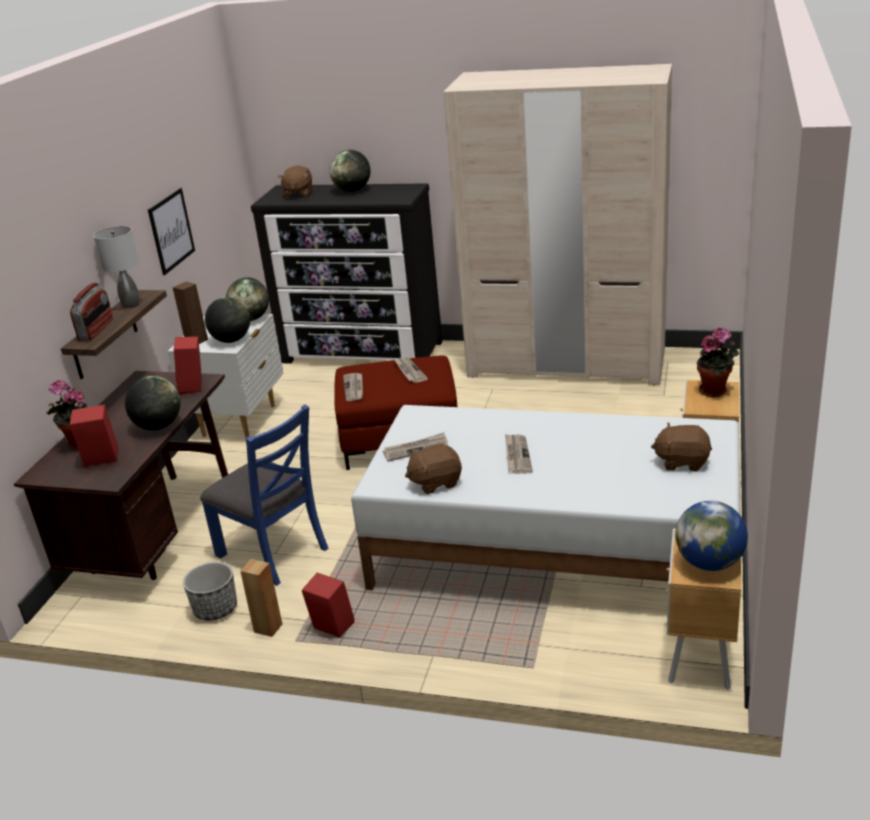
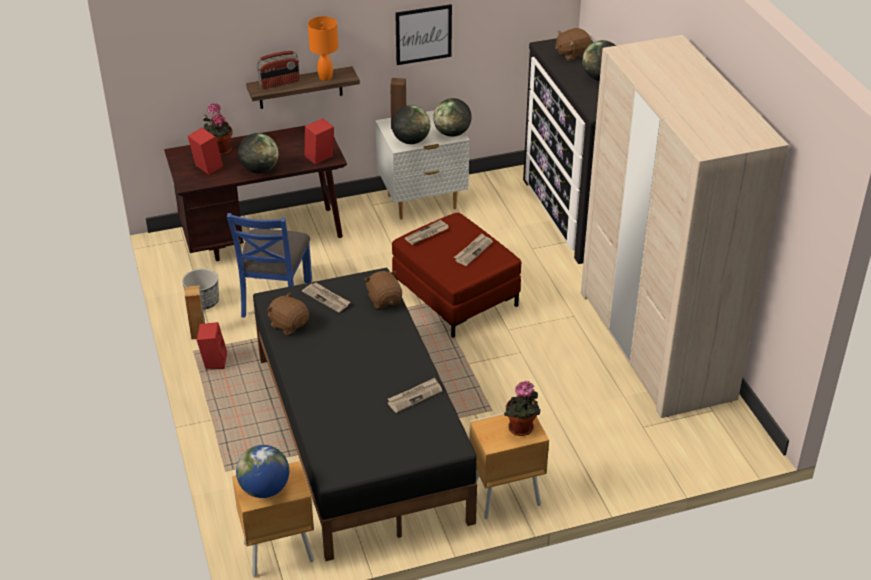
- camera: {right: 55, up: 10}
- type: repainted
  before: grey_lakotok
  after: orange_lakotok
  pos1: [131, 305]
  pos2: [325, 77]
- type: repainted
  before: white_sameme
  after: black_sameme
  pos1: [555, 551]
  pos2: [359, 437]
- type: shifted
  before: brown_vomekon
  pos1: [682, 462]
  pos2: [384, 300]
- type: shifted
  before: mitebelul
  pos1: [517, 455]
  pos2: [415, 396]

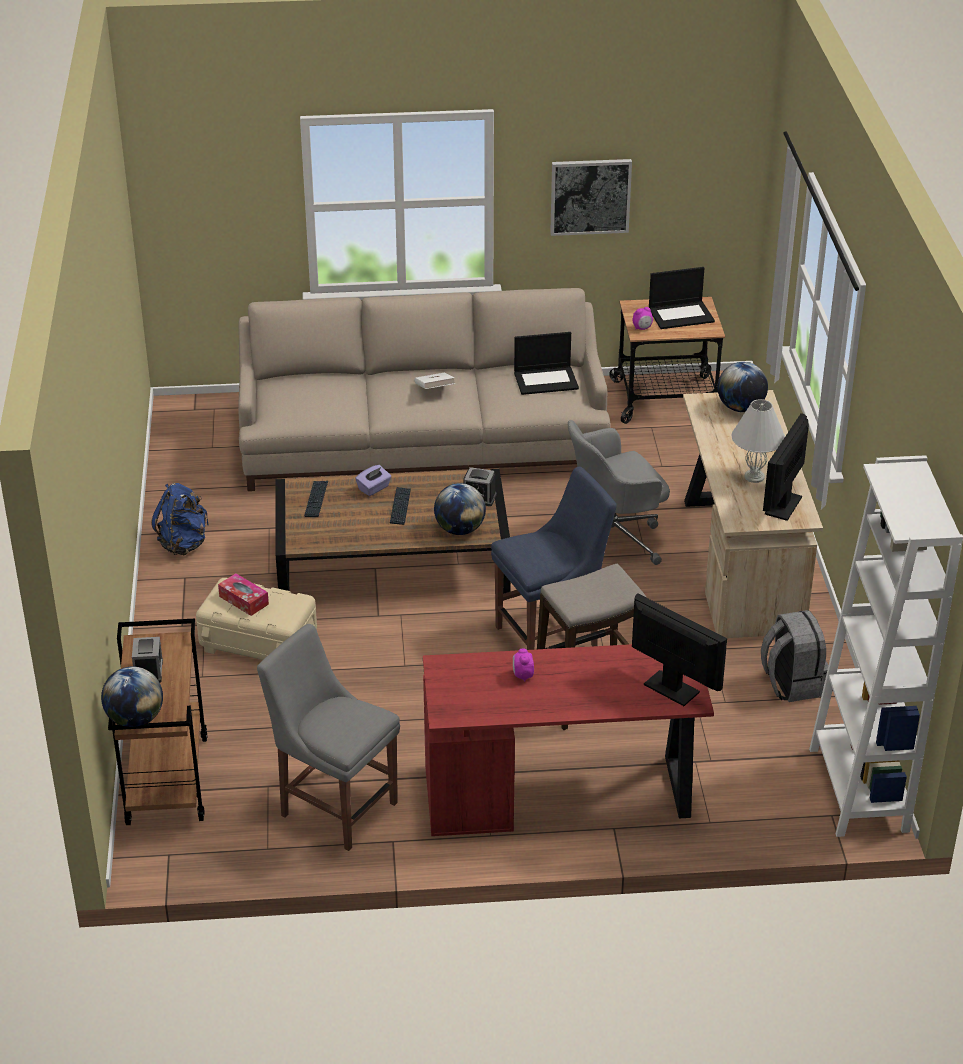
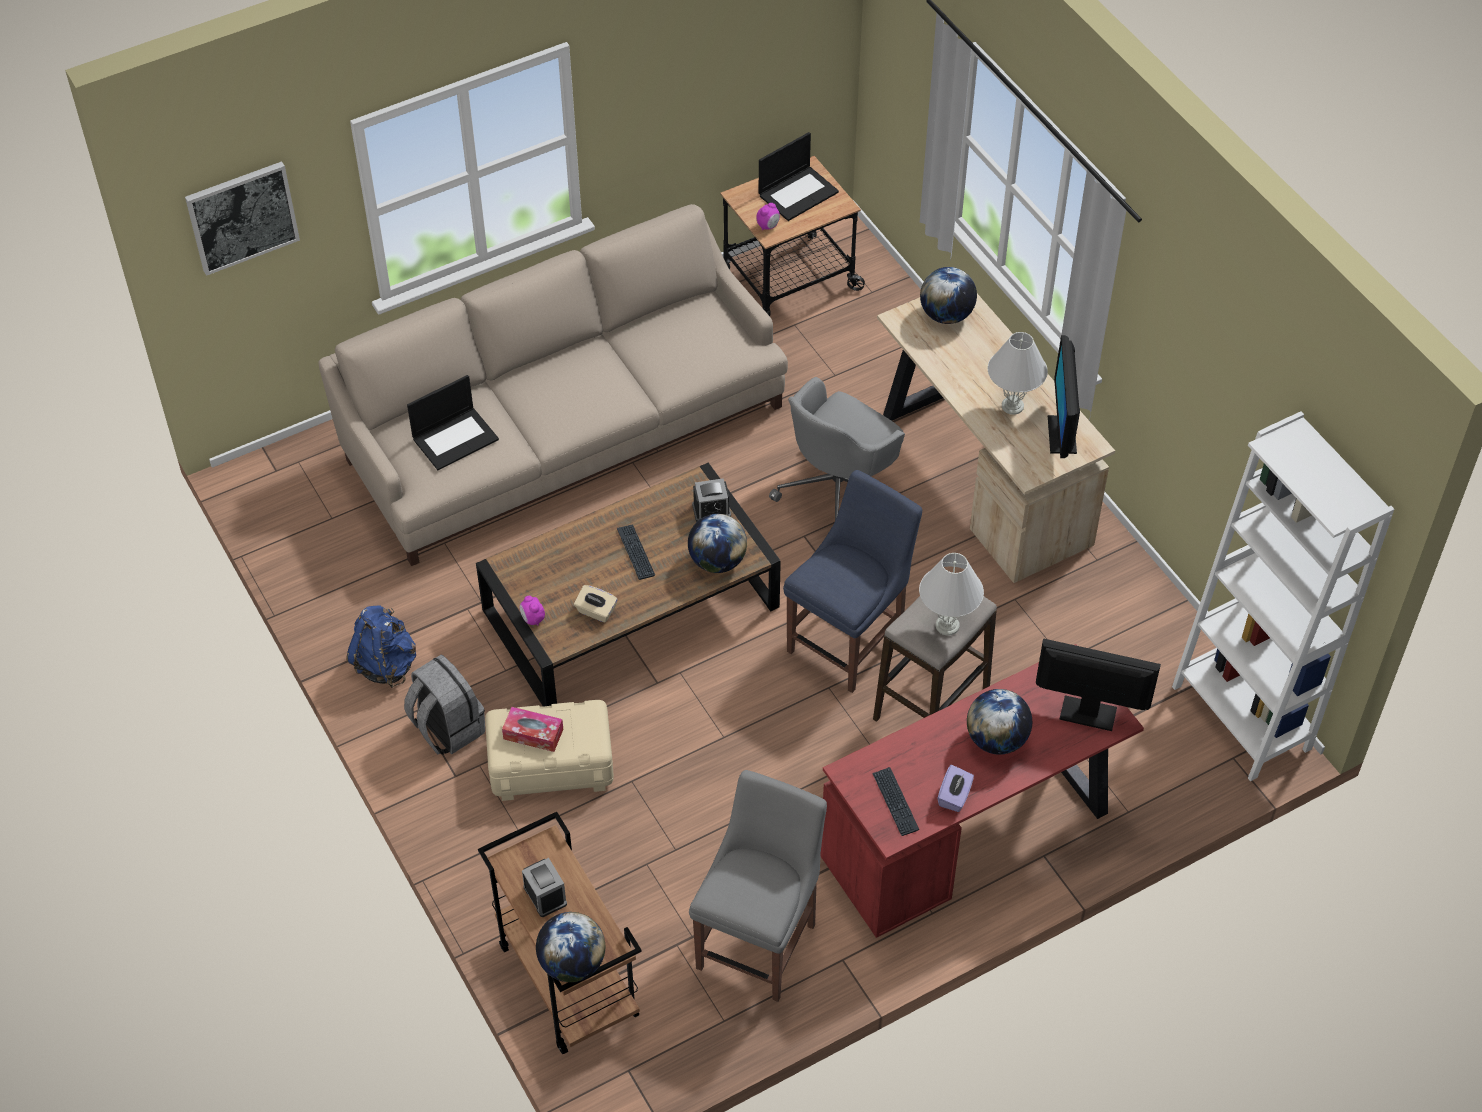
- camera: {right: -25, up: 15}
- type: shifted
  before: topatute
  pos1: [590, 196]
  pos2: [242, 216]
- type: shifted
  before: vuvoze
  pos1: [546, 380]
  pos2: [455, 438]
- type: gone
  before: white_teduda
  pos1: [434, 390]
- type: shifted
  before: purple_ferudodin
  pos1: [374, 488]
  pos2: [954, 796]
- type: shifted
  before: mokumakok
  pos1: [316, 499]
  pos2: [895, 802]
- type: shifted
  before: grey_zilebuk
  pos1: [791, 683]
  pos2: [447, 728]
- type: rotated
  before: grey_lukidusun
  pos1: [335, 806]
  pos2: [759, 941]
  turn: 105
- type: shifted
  before: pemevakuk
  pos1: [522, 675]
  pos2: [532, 619]
- type: new
  after: white_lakotok
  pos2: [947, 626]
- type: new
  after: beige_ferudodin
  pos2: [596, 611]
- type: new
  after: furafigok
  pos2: [996, 739]

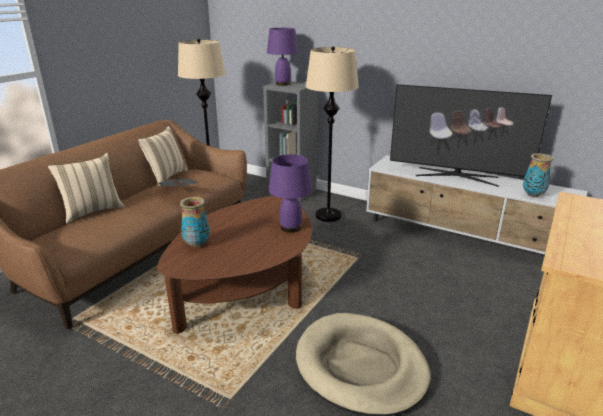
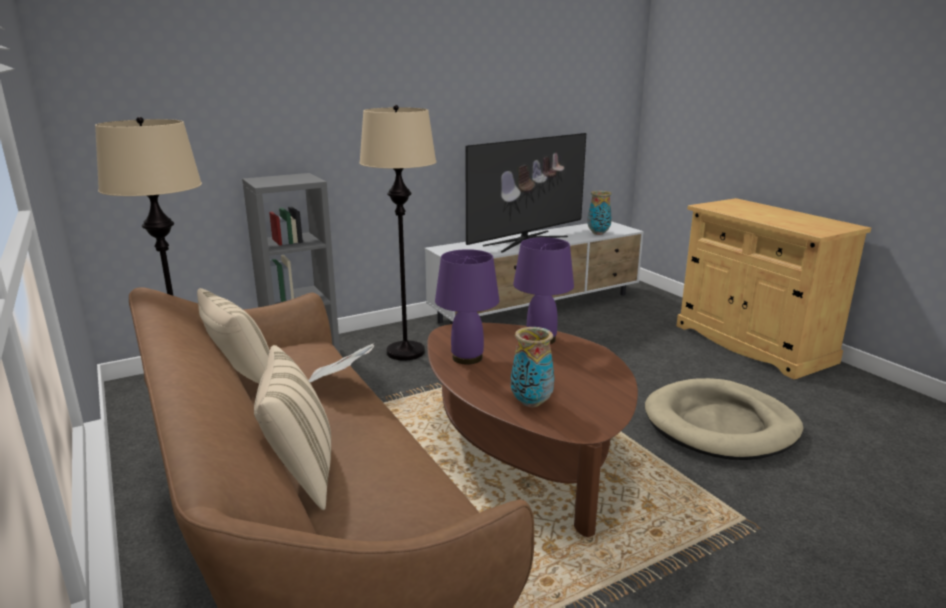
- camera: {right: -60, up: -5}
- type: shifted
  before: purple_lakotok
  pos1: [283, 84]
  pos2: [466, 357]

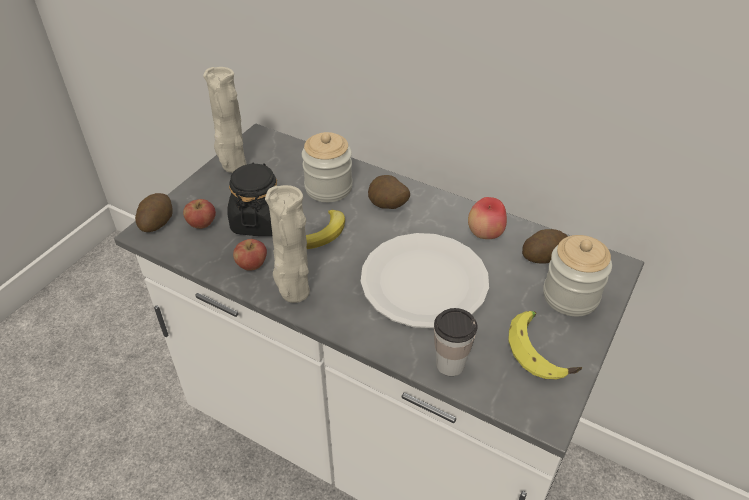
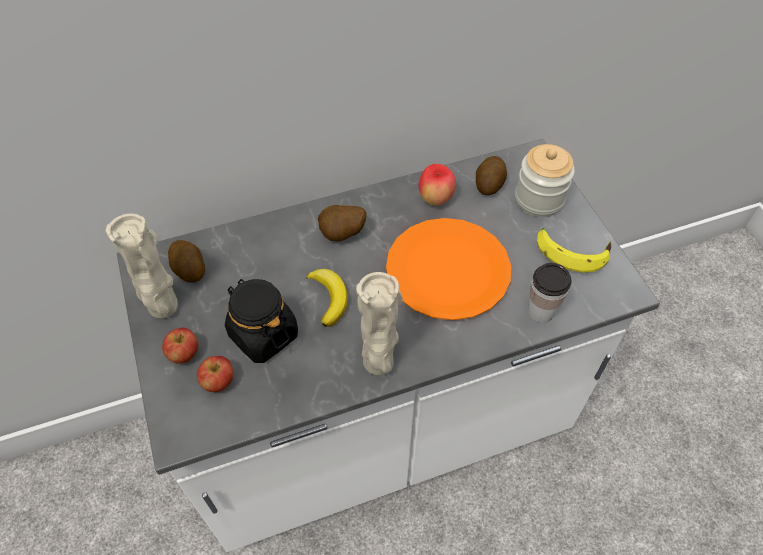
- camera: {right: -50, up: 10}
- type: gone
  before: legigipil
  pos1: [328, 188]
- type: shifted
  before: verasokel
  pos1: [157, 222]
  pos2: [189, 269]
- type: repainted
  before: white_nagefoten
  after: orange_nagefoten
  pos1: [424, 282]
  pos2: [448, 270]
- type: shifted
  before: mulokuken
  pos1: [252, 265]
  pos2: [184, 354]

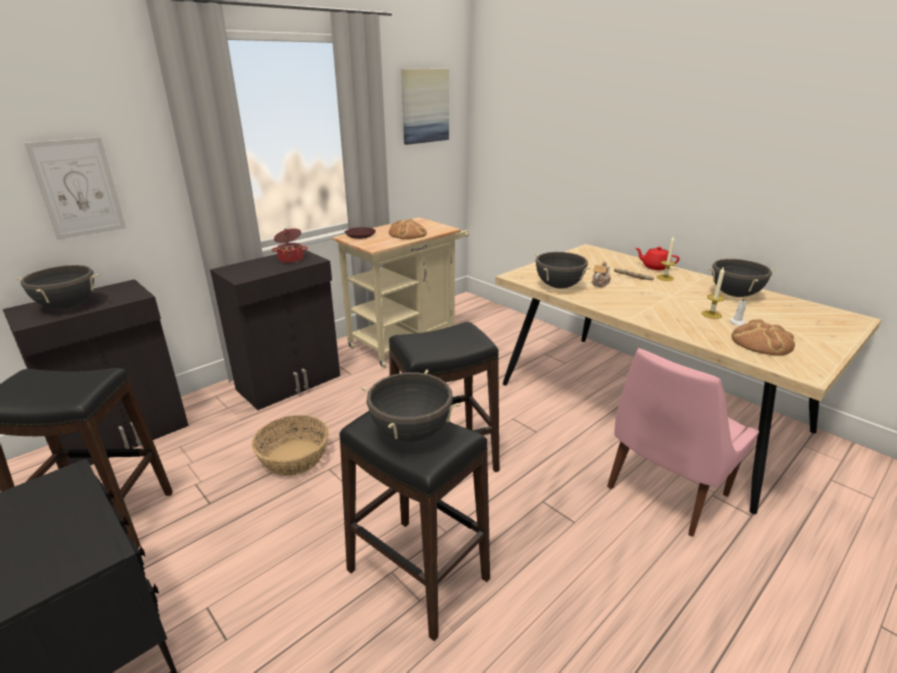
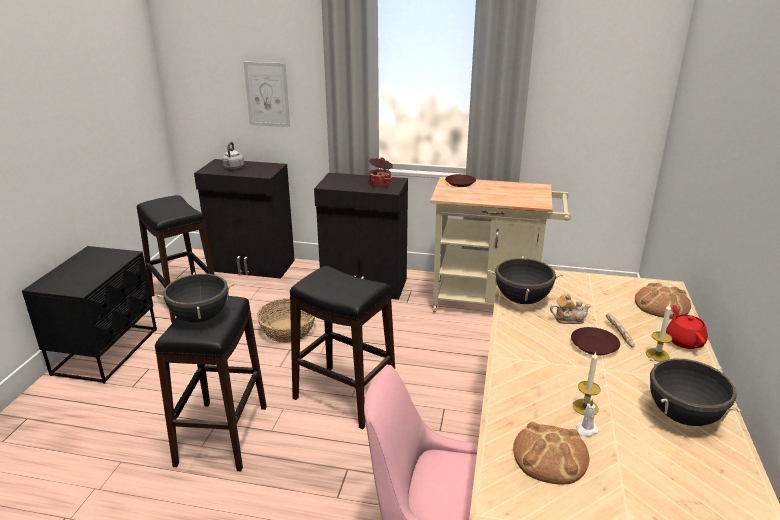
- camera: {right: 55, up: 0}
- type: gone
  before: topatute
  pos1: [424, 106]
- type: shifted
  before: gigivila
  pos1: [408, 233]
  pos2: [662, 304]
- type: swapped
  before: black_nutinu
  after: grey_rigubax
  pos1: [68, 306]
  pos2: [233, 168]
- type: new
  after: brown_nagefoten
  pos2: [594, 345]

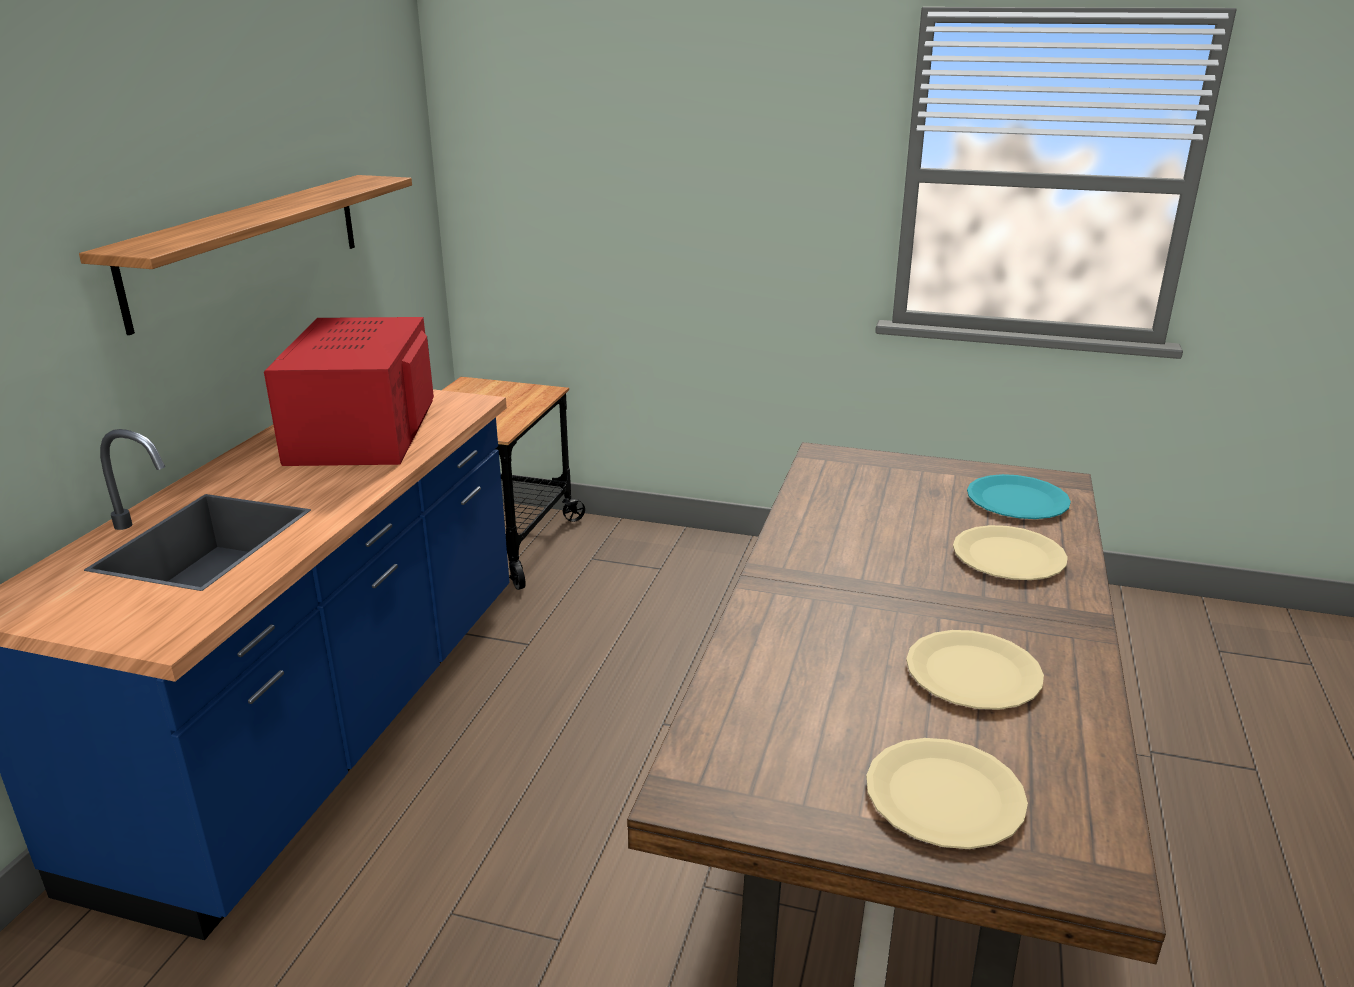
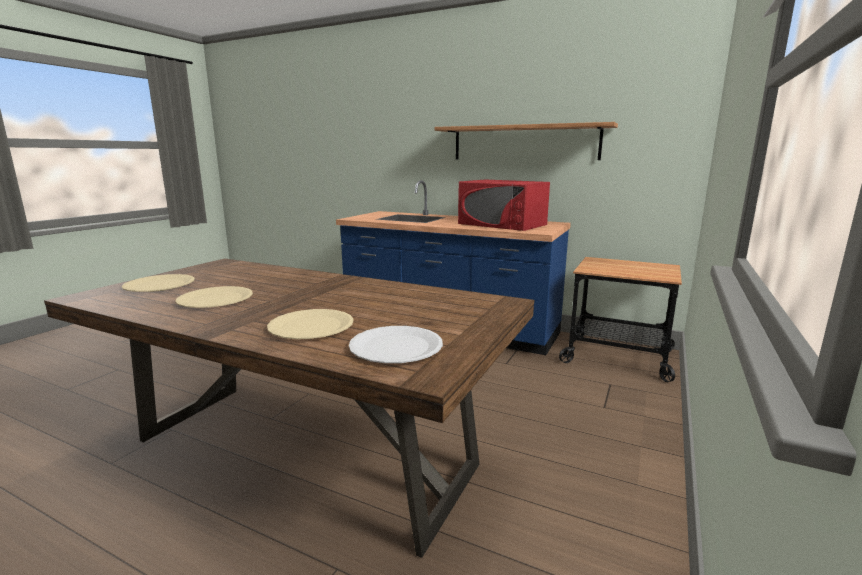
- camera: {right: 100, up: -10}
- type: rotated
  before: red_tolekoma
  pos1: [362, 431]
  pos2: [502, 224]
  turn: -150
- type: repainted
  before: turquoise_nagefoten
  after: white_nagefoten
  pos1: [1017, 500]
  pos2: [396, 347]

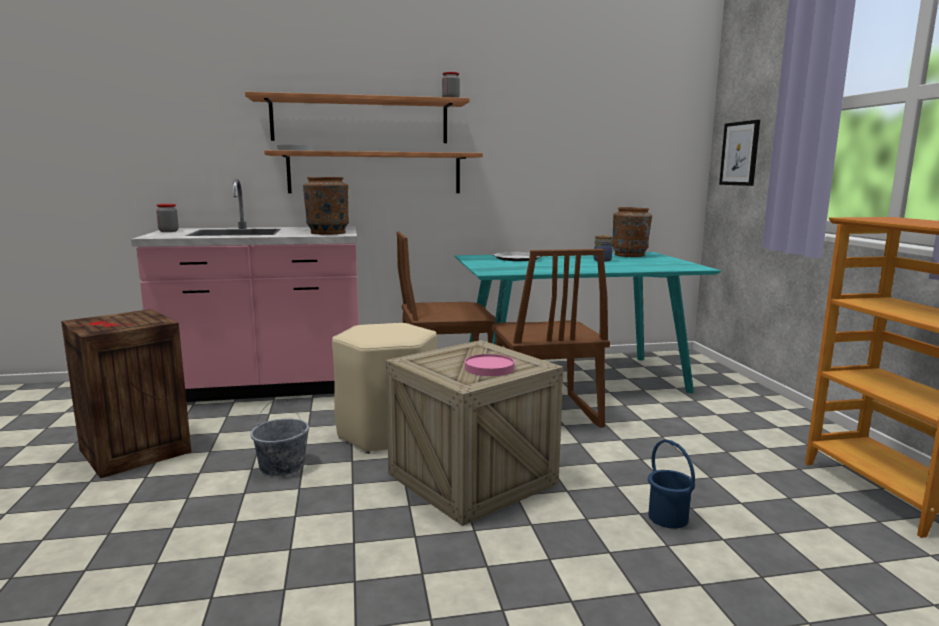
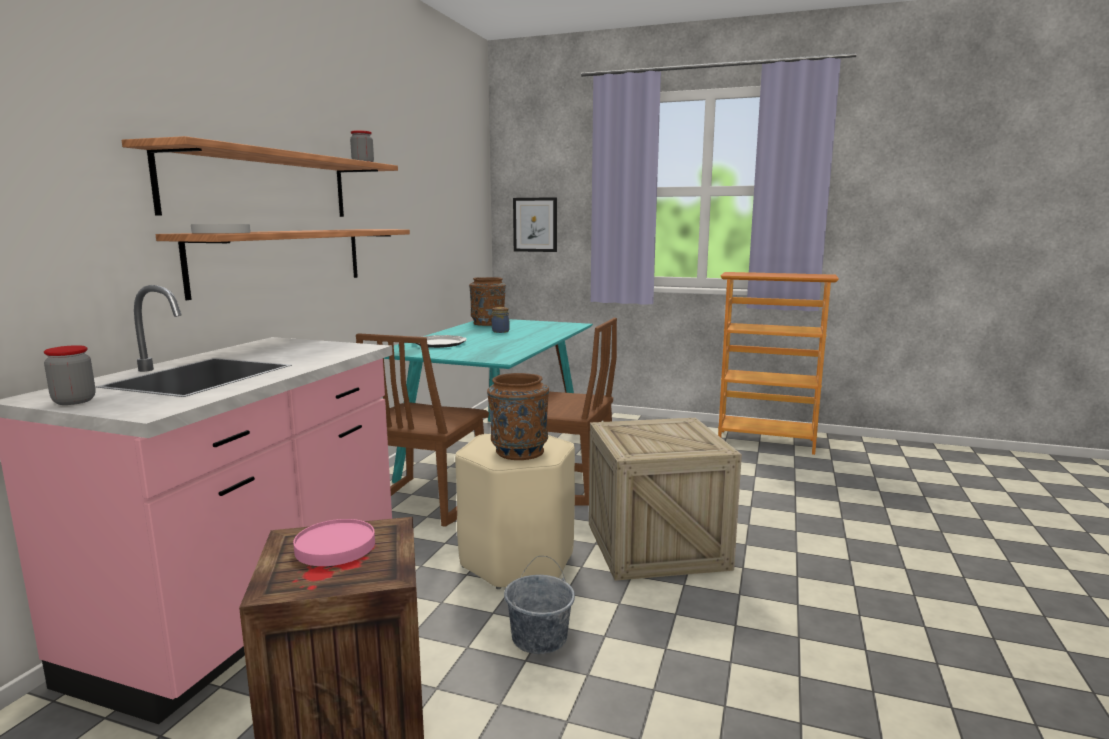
- camera: {right: -60, up: 0}
- type: shifted
  before: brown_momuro
  pos1: [327, 232]
  pos2: [518, 452]
- type: shifted
  before: pink_nagefoten
  pos1: [489, 368]
  pos2: [334, 547]
- type: gone
  before: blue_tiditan
  pos1: [668, 517]

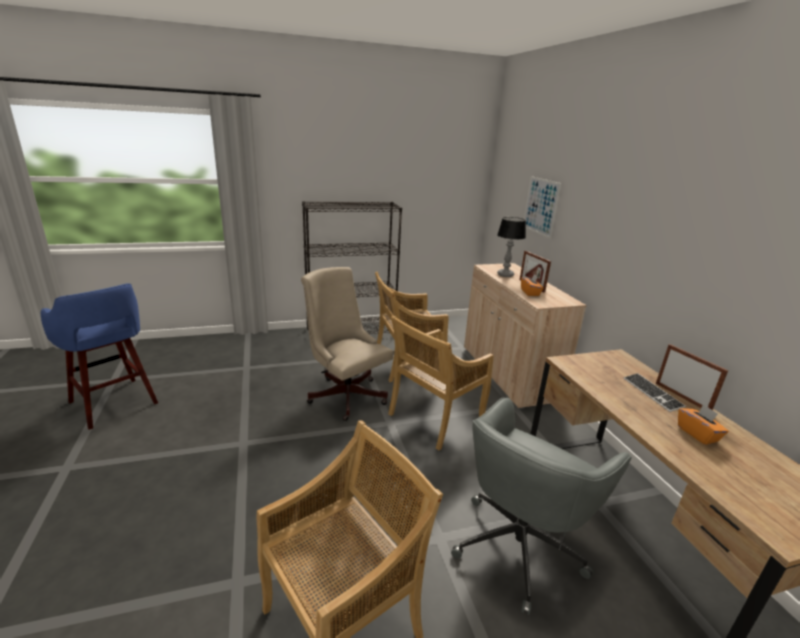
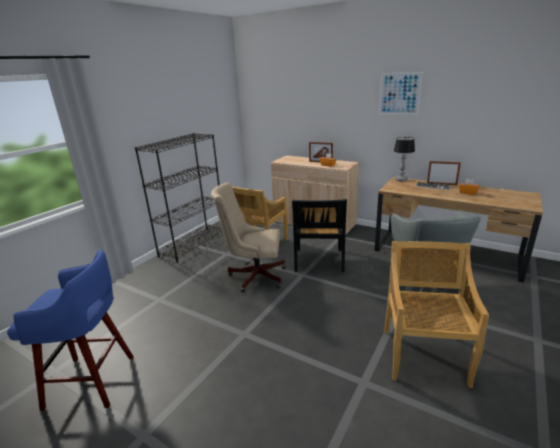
- camera: {right: -40, up: 0}
- type: shifted
  before: topatute
  pos1: [540, 206]
  pos2: [399, 93]
- type: shifted
  before: lakotok
  pos1: [505, 275]
  pos2: [401, 180]
- type: repainted
  before: beige_lukidusun
  after: black_lukidusun
  pos1: [434, 419]
  pos2: [319, 261]

